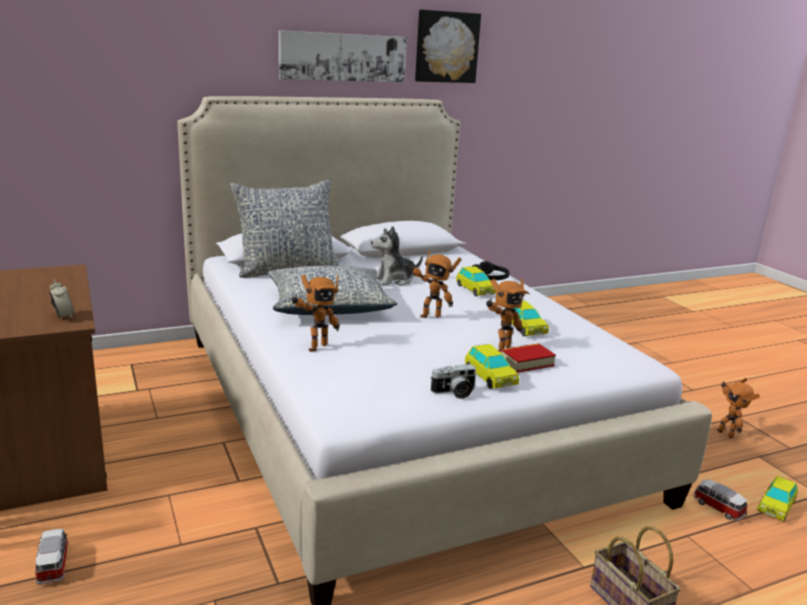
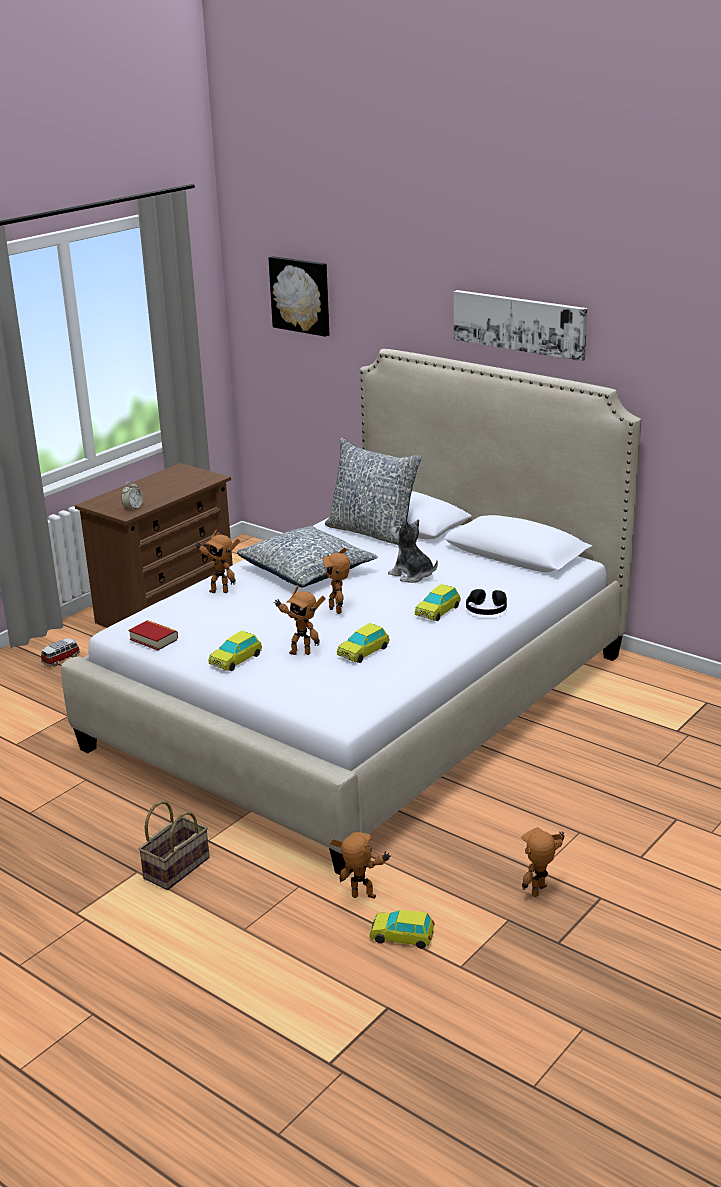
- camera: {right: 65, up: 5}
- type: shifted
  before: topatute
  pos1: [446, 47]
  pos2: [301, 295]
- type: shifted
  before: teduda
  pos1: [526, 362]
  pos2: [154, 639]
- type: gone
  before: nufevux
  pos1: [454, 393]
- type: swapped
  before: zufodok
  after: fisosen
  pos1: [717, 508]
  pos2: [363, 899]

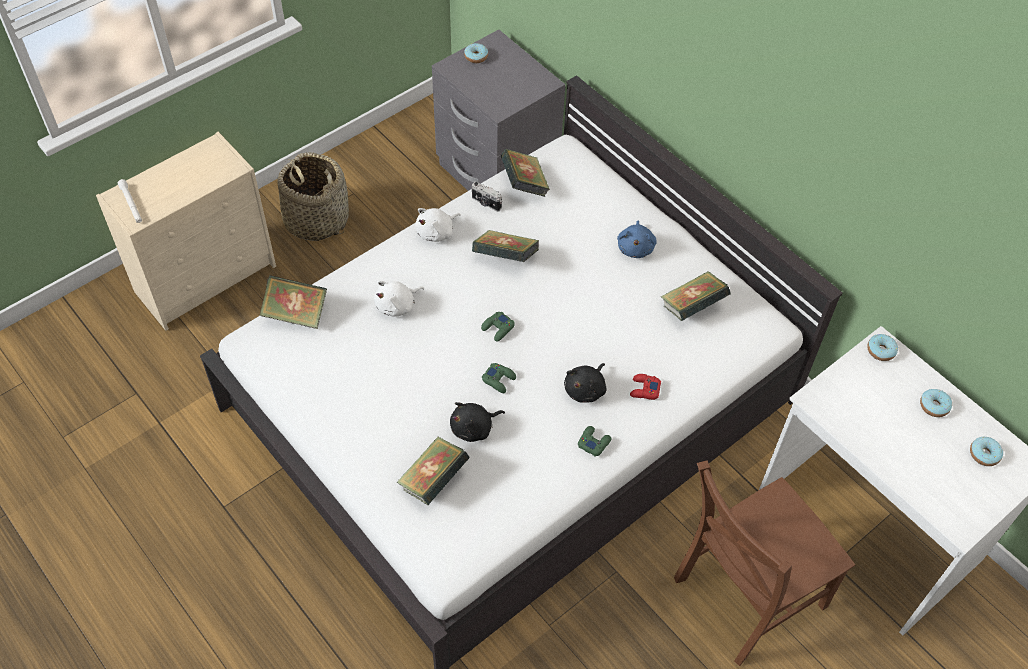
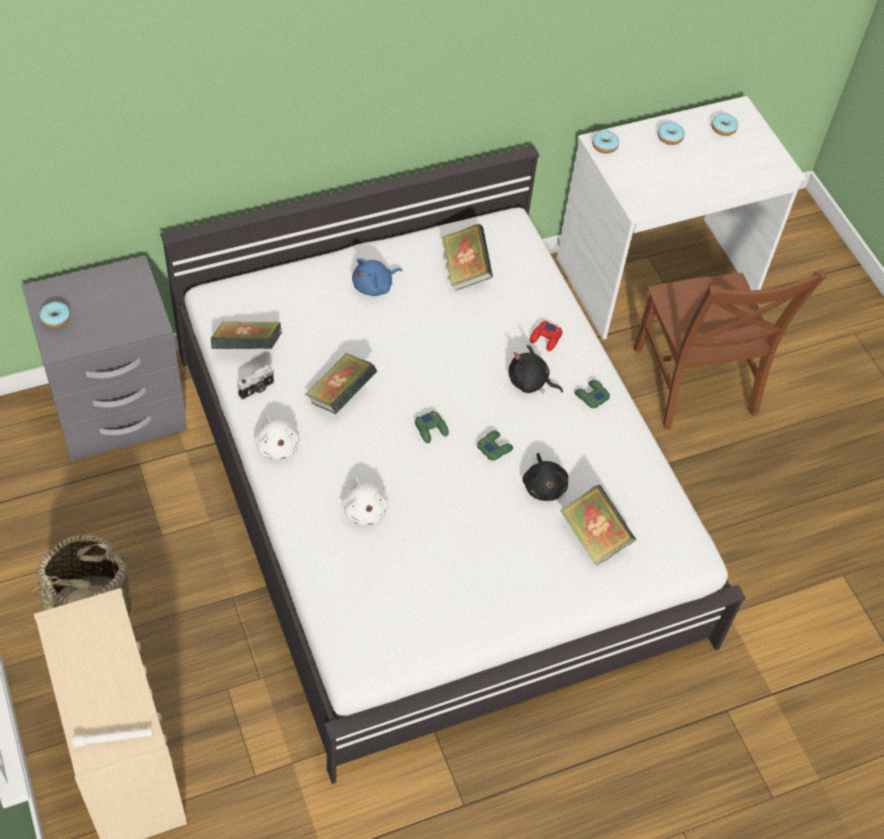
- camera: {right: -75, up: 0}
- type: rotated
  before: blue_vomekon
  pos1: [635, 247]
  pos2: [374, 286]
  turn: 120
- type: gone
  before: teduda
  pos1: [296, 314]
- type: rotated
  before: black_vomekon
  pos1: [586, 389]
  pos2: [530, 382]
  turn: 150

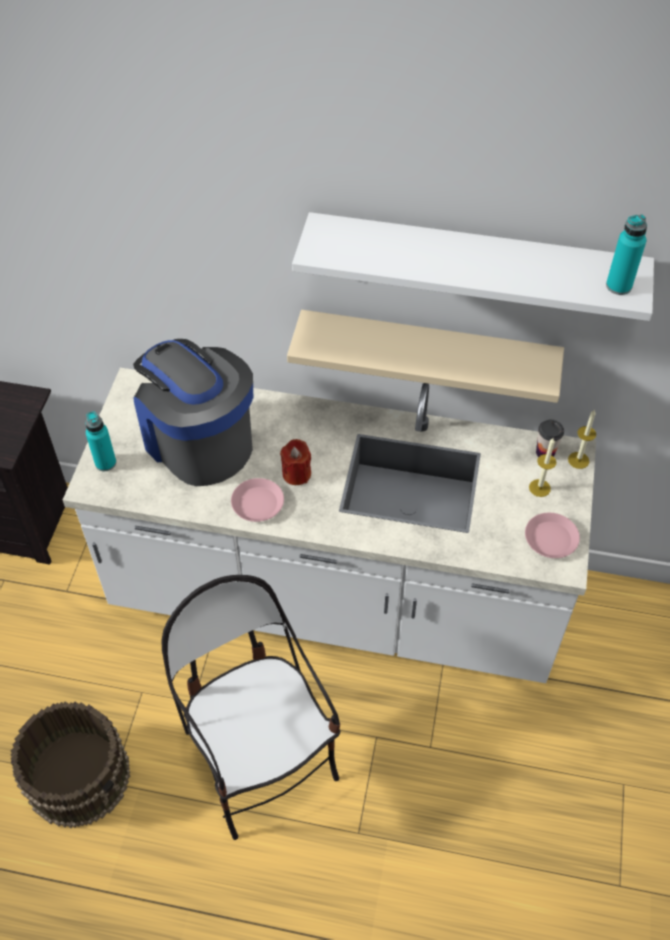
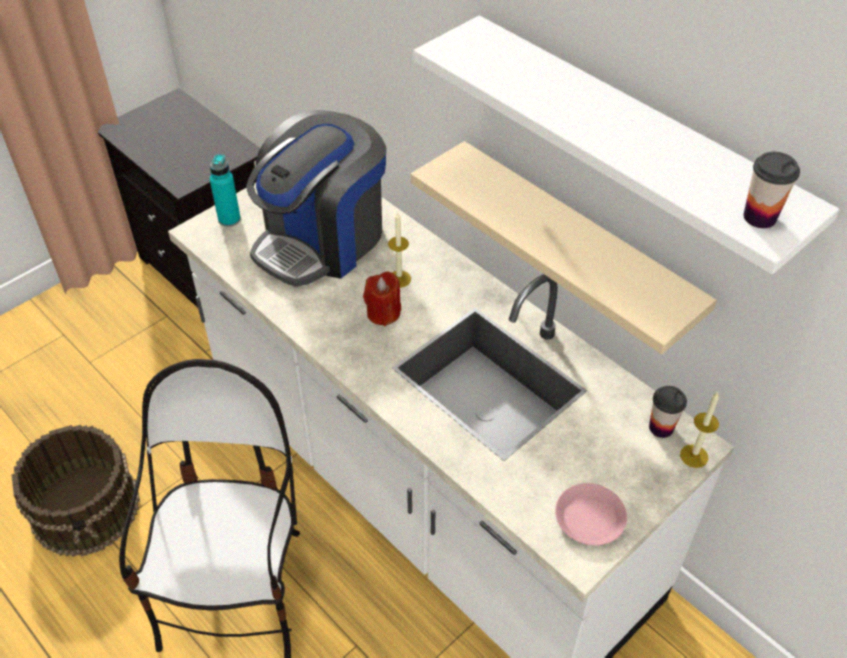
- camera: {right: 35, up: -5}
- type: swapped
  before: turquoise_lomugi
  after: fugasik
  pos1: [618, 286]
  pos2: [759, 217]
- type: rotated
  before: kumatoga
  pos1: [198, 441]
  pos2: [322, 240]
  turn: -135
- type: shifted
  before: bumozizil
  pos1: [539, 488]
  pos2: [399, 279]
- type: gone
  before: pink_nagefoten
  pos1: [257, 503]

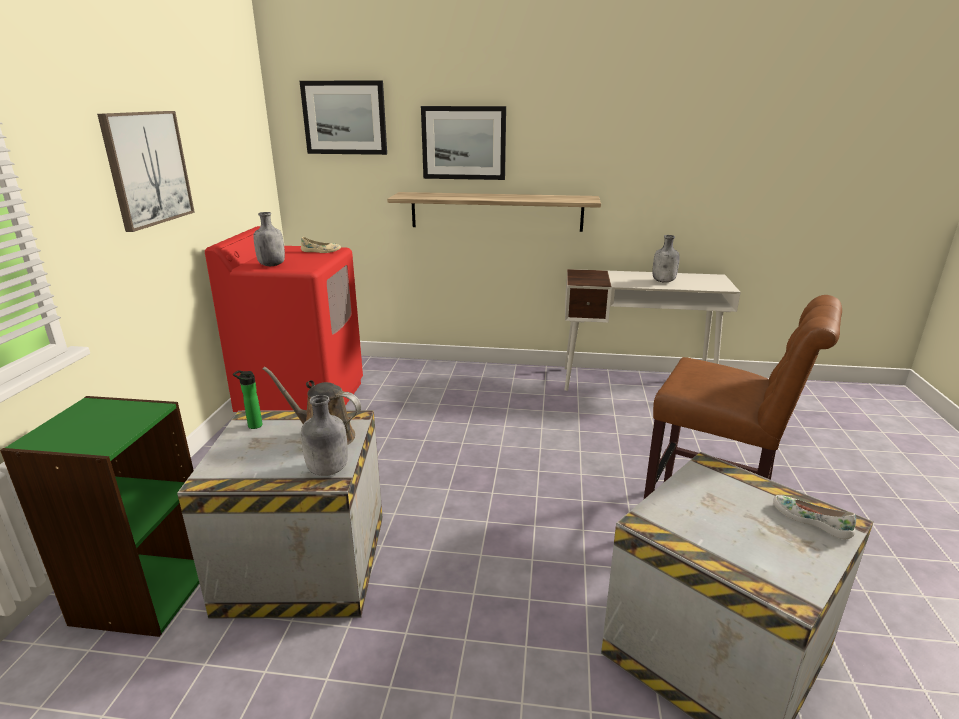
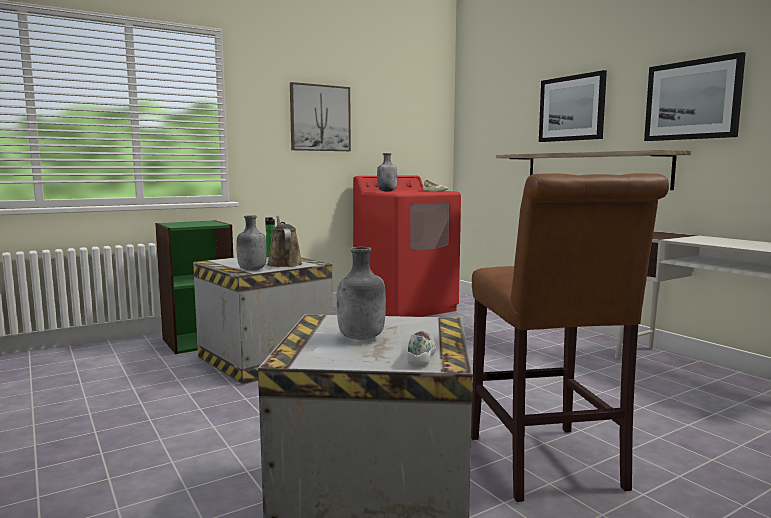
- camera: {right: 50, up: -15}
- type: shifted
  before: topatute
  pos1: [344, 118]
  pos2: [692, 100]
- type: shifted
  before: grey_lomugi
  pos1: [664, 281]
  pos2: [361, 338]

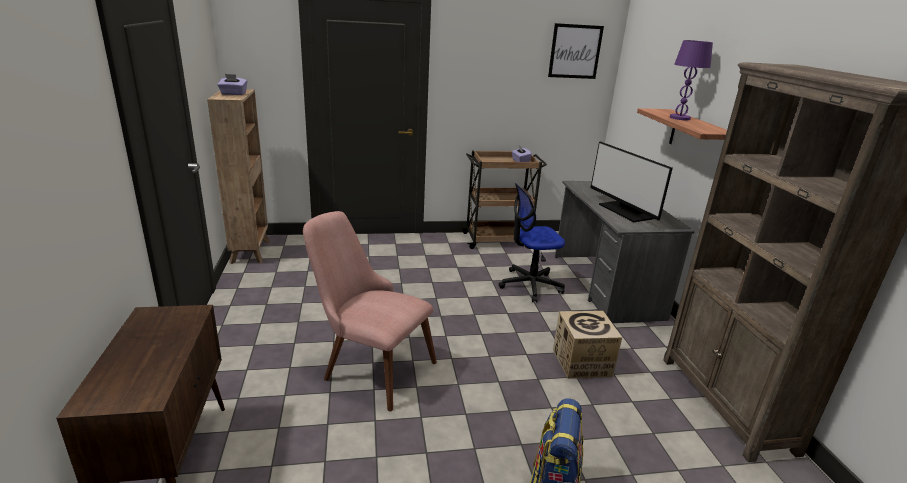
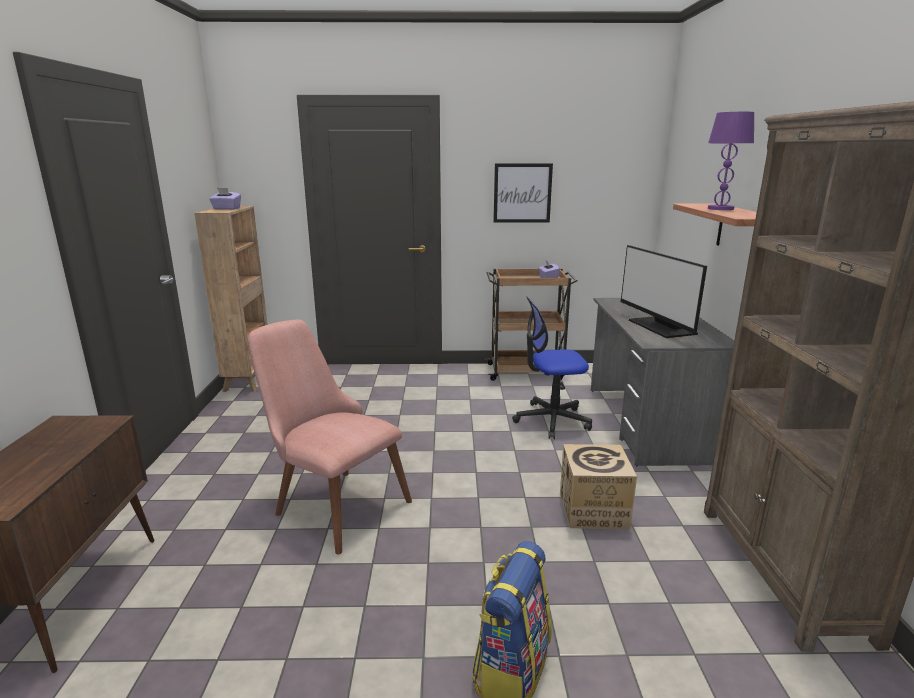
- camera: {right: 10, up: -5}
- type: shifted
  before: topatute
  pos1: [575, 51]
  pos2: [522, 193]

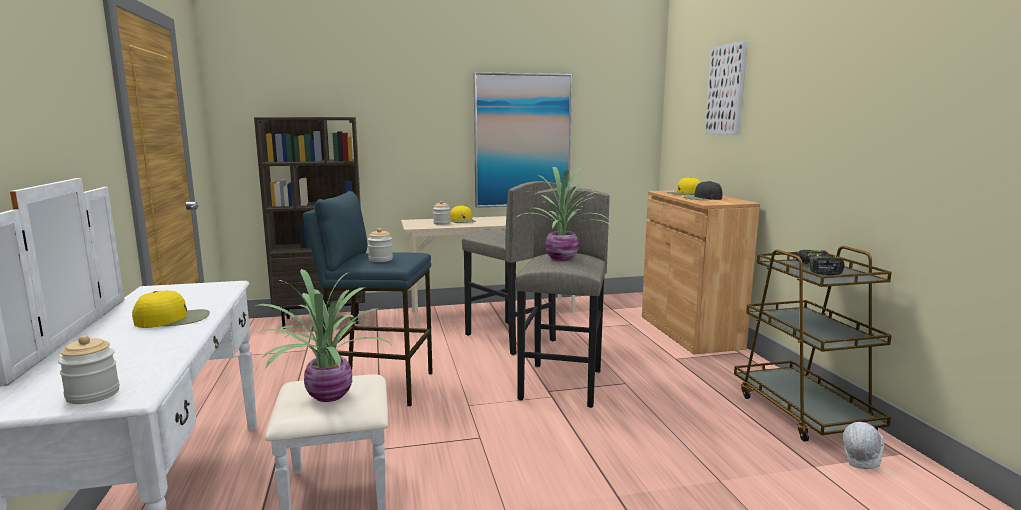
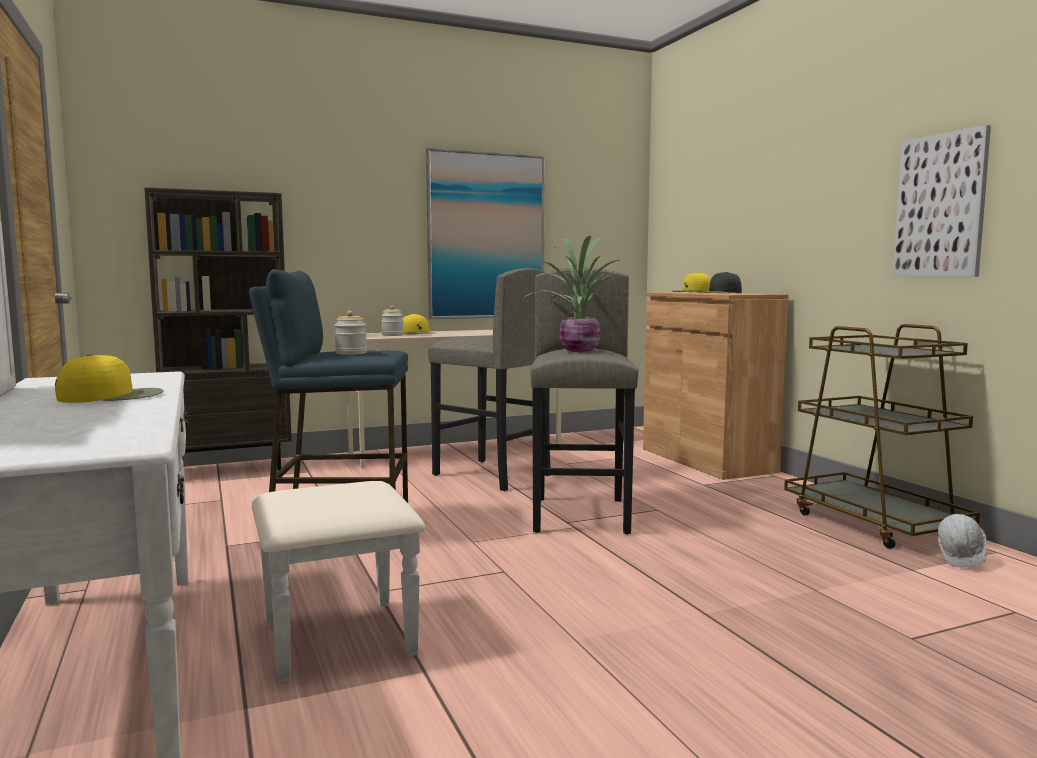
- camera: {right: -10, up: -5}
- type: shifted
  before: topatute
  pos1: [726, 90]
  pos2: [940, 206]
- type: gone
  before: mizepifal
  pos1: [815, 269]
- type: gone
  before: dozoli
  pos1: [328, 394]
- type: gone
  before: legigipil
  pos1: [93, 394]

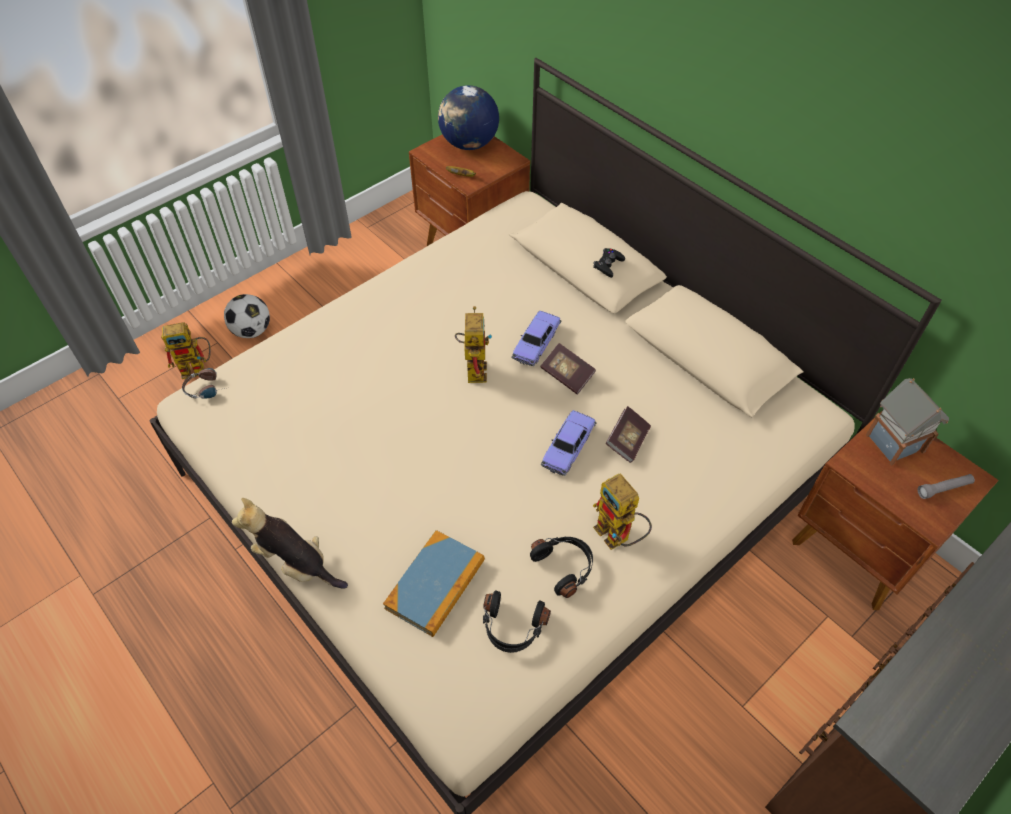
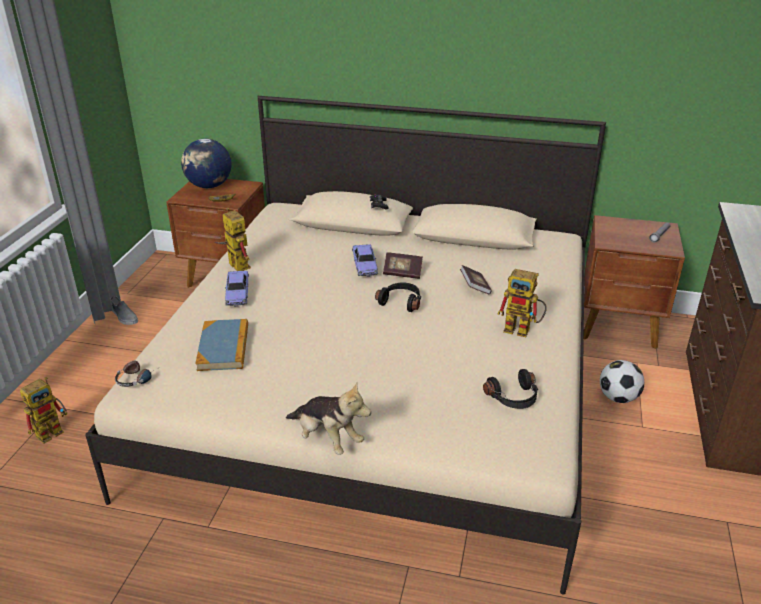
- camera: {right: -35, up: -20}
- type: shifted
  before: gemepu
  pos1: [252, 331]
  pos2: [618, 398]
- type: shifted
  before: fisosen
  pos1: [474, 367]
  pos2: [235, 264]
- type: gone
  before: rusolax
  pos1: [893, 442]
- type: shifted
  before: zufodok
  pos1: [568, 447]
  pos2: [237, 294]
- type: rotated
  before: vomekon
  pos1: [296, 563]
  pos2: [327, 439]
  turn: -135
- type: shifted
  before: teduda
  pos1: [435, 584]
  pos2: [223, 347]
- type: shifted
  before: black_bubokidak
  pos1: [564, 567]
  pos2: [401, 302]
- type: new
  after: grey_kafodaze
  pos2: [124, 316]

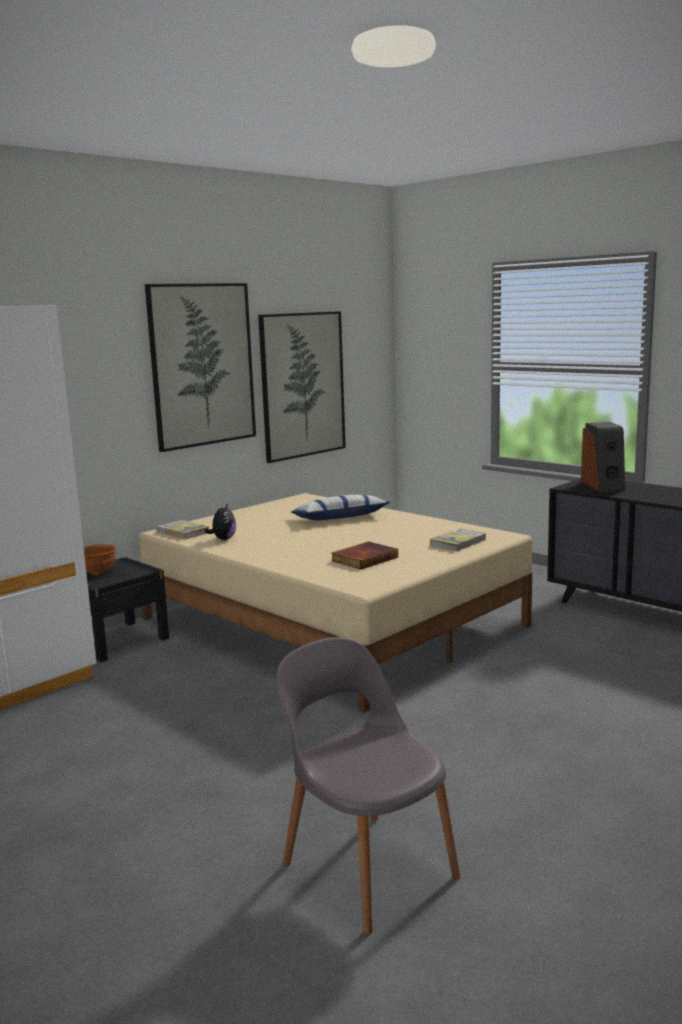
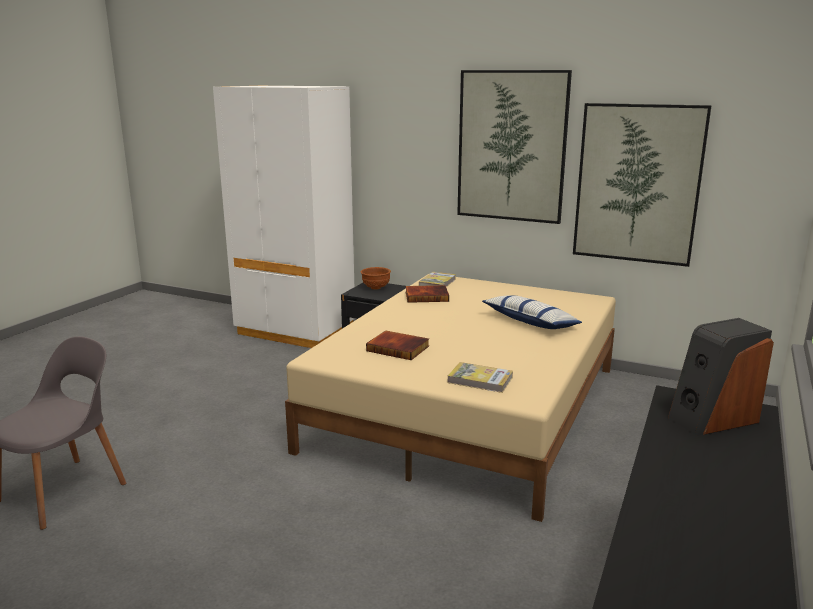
- camera: {right: 70, up: 5}
- type: swapped
  before: vomekon
  after: teduda
  pos1: [223, 539]
  pos2: [427, 296]

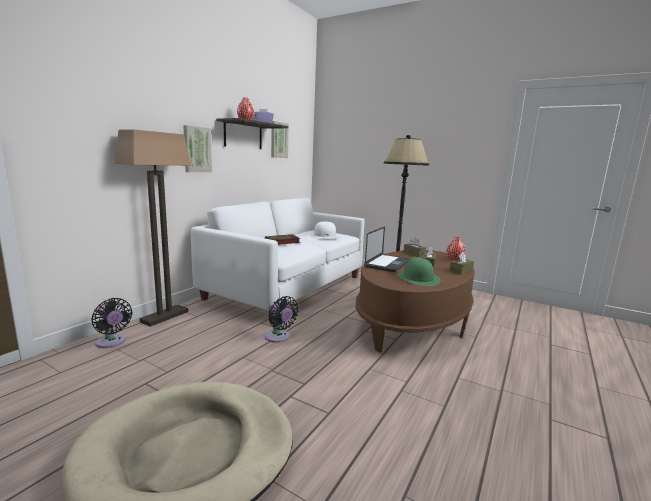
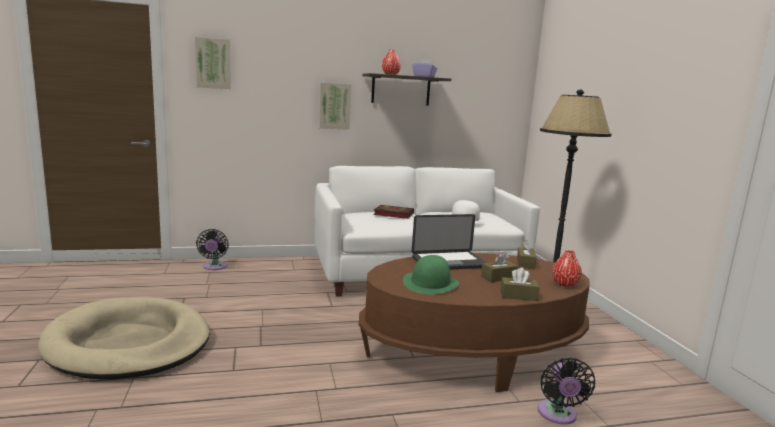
- camera: {right: 45, up: 0}
- type: shifted
  before: topatute
  pos1: [278, 140]
  pos2: [213, 63]
- type: gone
  before: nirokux
  pos1: [165, 316]
- type: shifted
  before: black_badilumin
  pos1: [278, 337]
  pos2: [558, 415]

